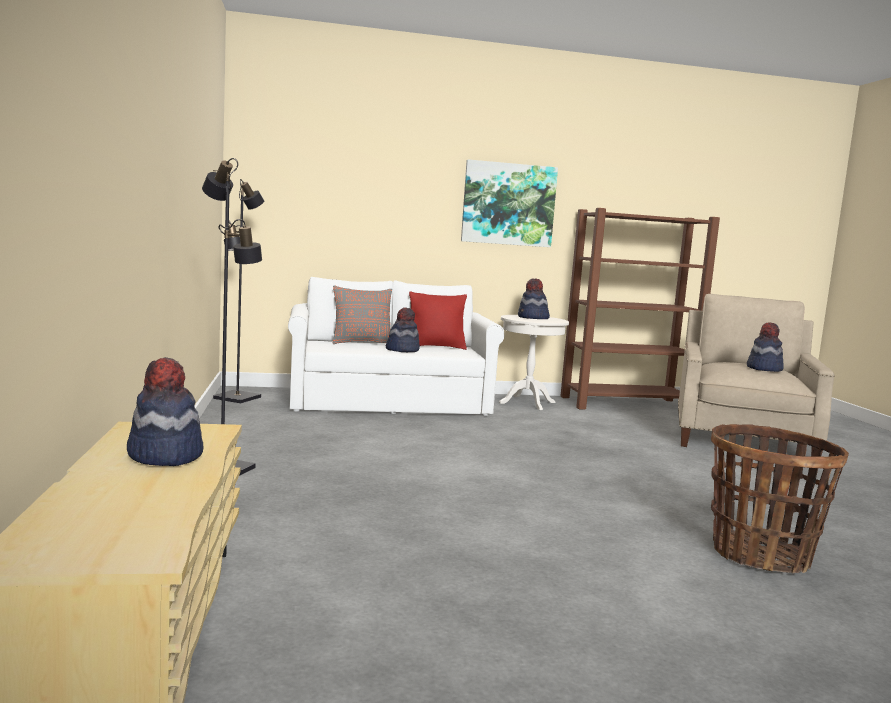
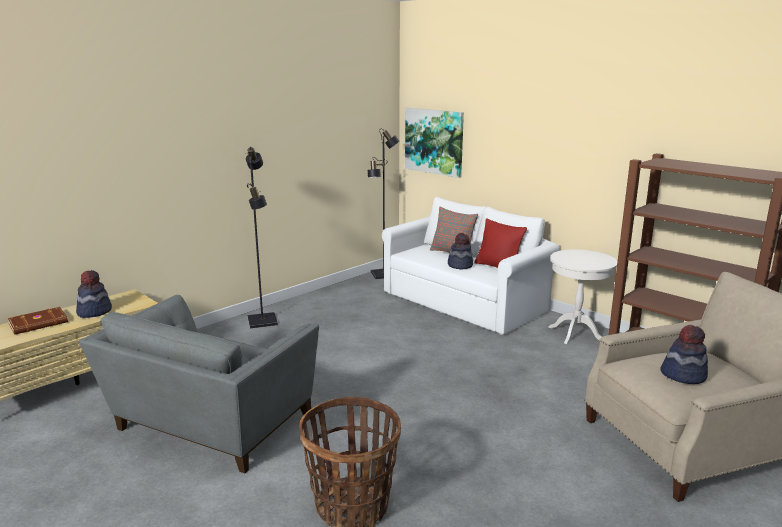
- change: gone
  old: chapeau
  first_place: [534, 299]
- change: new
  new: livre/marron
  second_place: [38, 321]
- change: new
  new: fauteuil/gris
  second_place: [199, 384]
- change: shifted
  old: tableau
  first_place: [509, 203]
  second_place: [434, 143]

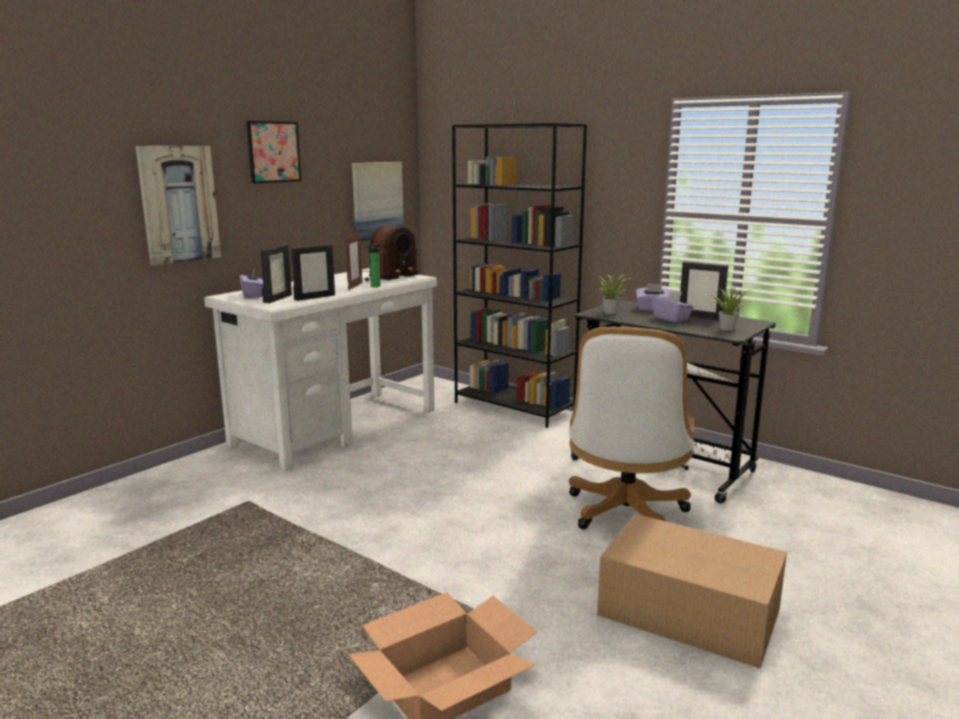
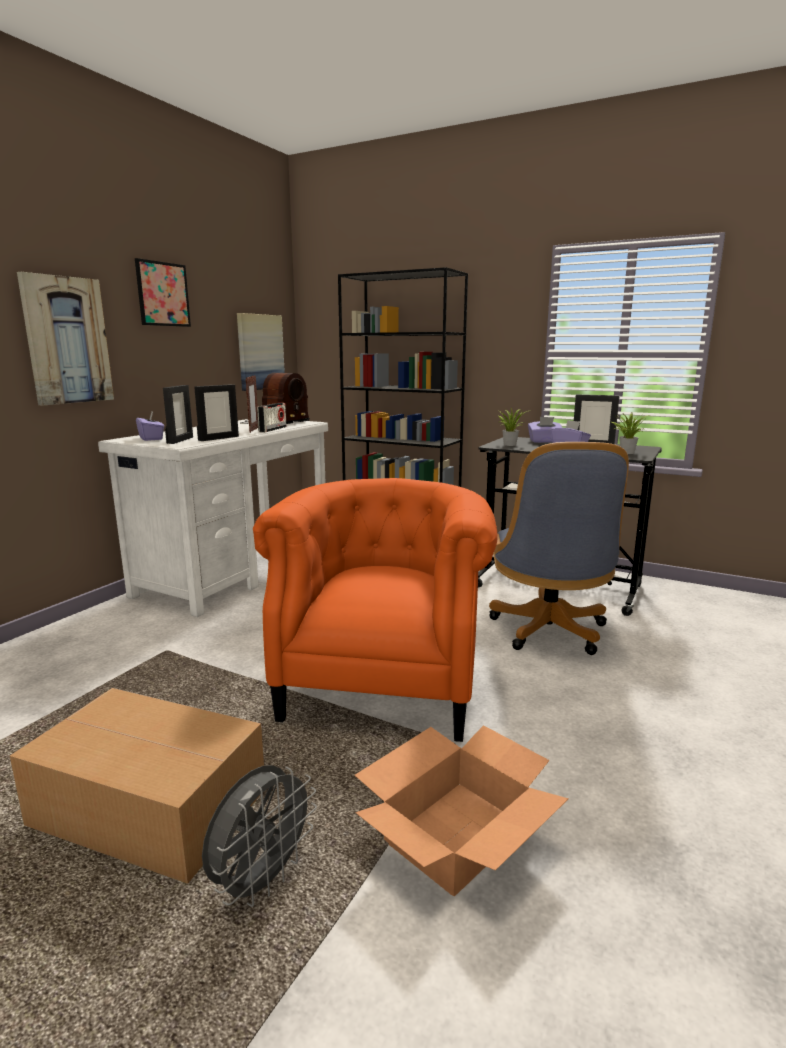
- change: new
  new: ventilateur/gris
  second_place: [259, 836]
- change: new
  new: fauteuil/orange
  second_place: [375, 610]
- change: shifted
  old: carton
  first_place: [692, 591]
  second_place: [137, 786]
- change: swapped
  old: bouteille
  new: radio
  first_place: [373, 266]
  second_place: [272, 417]
- change: repainted
  old: chaise de bureau/blanc
  new: chaise de bureau/bleu
  first_place: [631, 428]
  second_place: [559, 548]

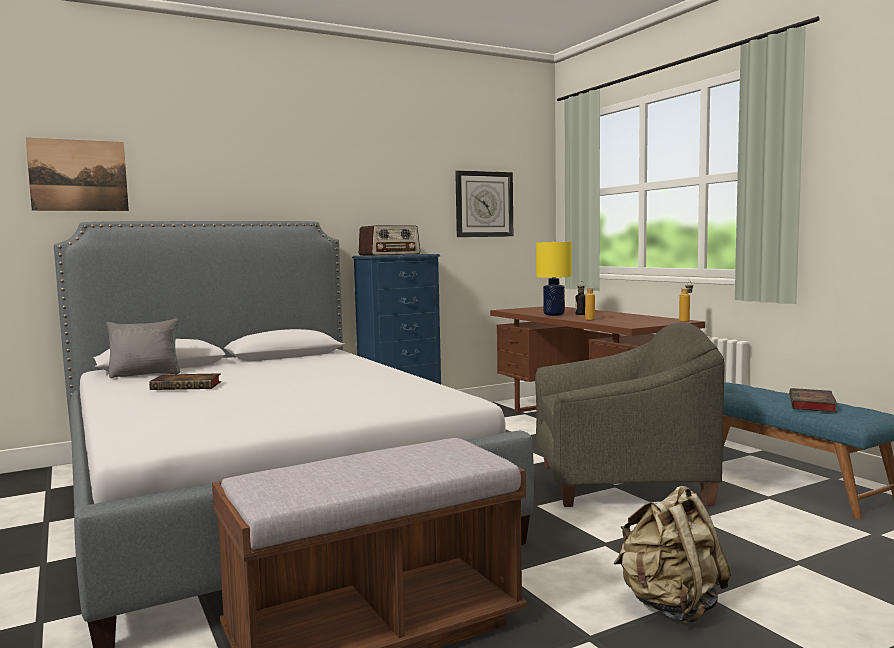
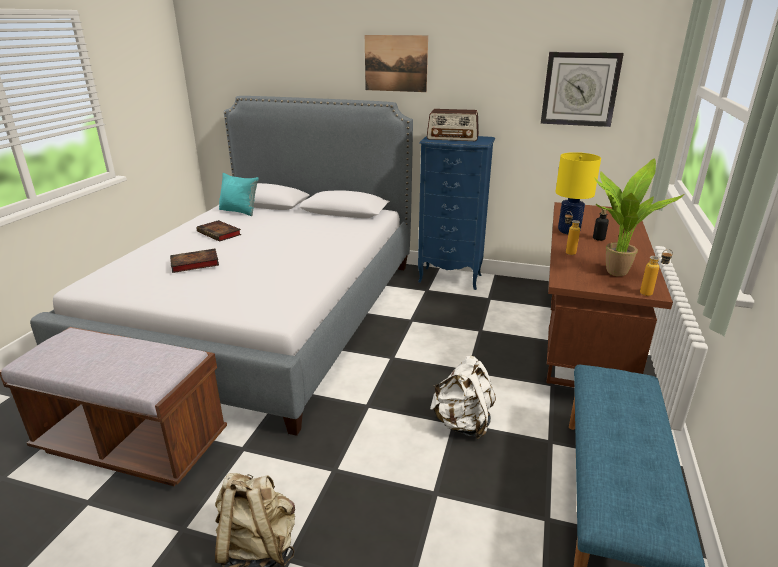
- change: new
  new: plante en pot
  second_place: [639, 217]
- change: shifted
  old: tableau
  first_place: [77, 174]
  second_place: [396, 63]
- change: shifted
  old: livre
  first_place: [813, 400]
  second_place: [194, 261]
- change: swapped
  old: fauteuil/gris
  new: sac à dos/blanc
  first_place: [630, 414]
  second_place: [463, 397]
- change: repainted
  old: coussin/gris
  new: coussin/turquoise
  first_place: [143, 348]
  second_place: [239, 194]

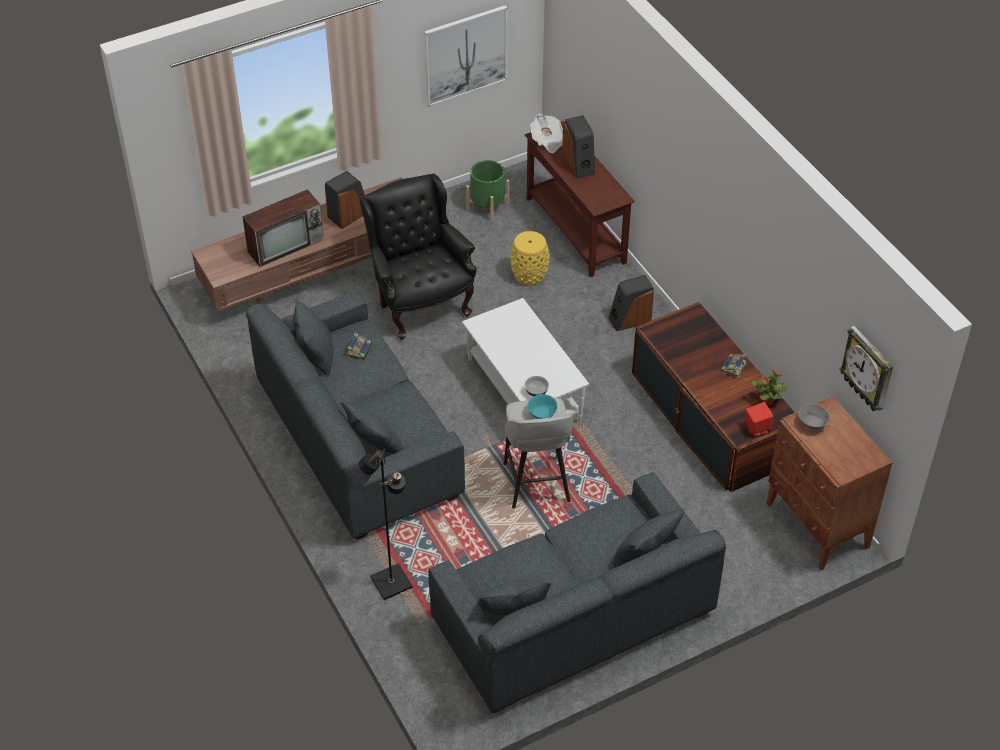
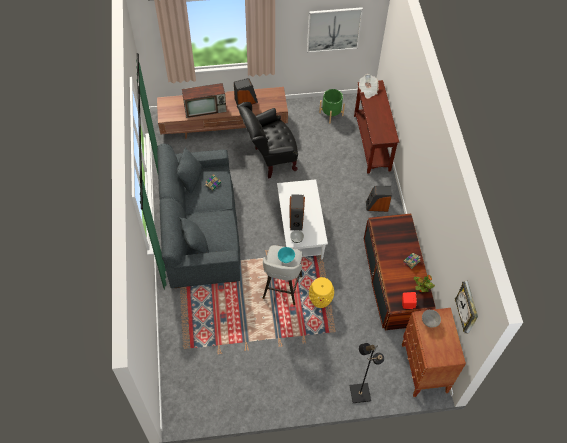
- change: gone
  old: canapé/gris
  first_place: [577, 592]
- change: shifted
  old: lampadaire/noir
  first_place: [385, 524]
  second_place: [367, 373]
- change: shifted
  old: tabouret/jaune
  first_place: [530, 258]
  second_place: [321, 292]
- change: shifted
  old: enceinte
  first_place: [578, 147]
  second_place: [297, 212]
- change: rotated
  old: fauteuil/noir
  first_place: [418, 256]
  second_place: [267, 140]
  degrees: -105

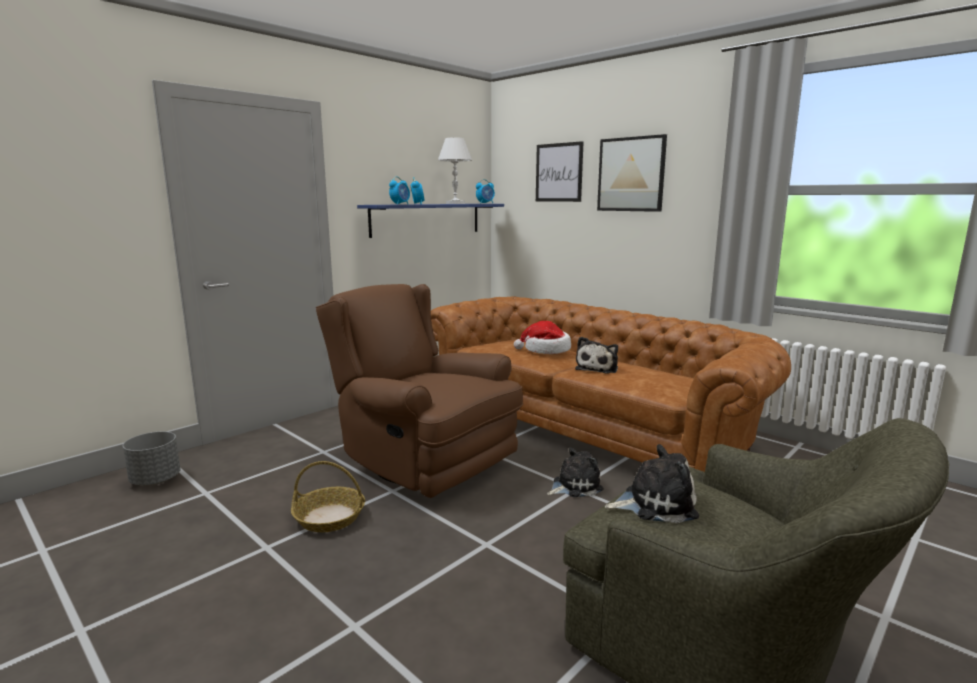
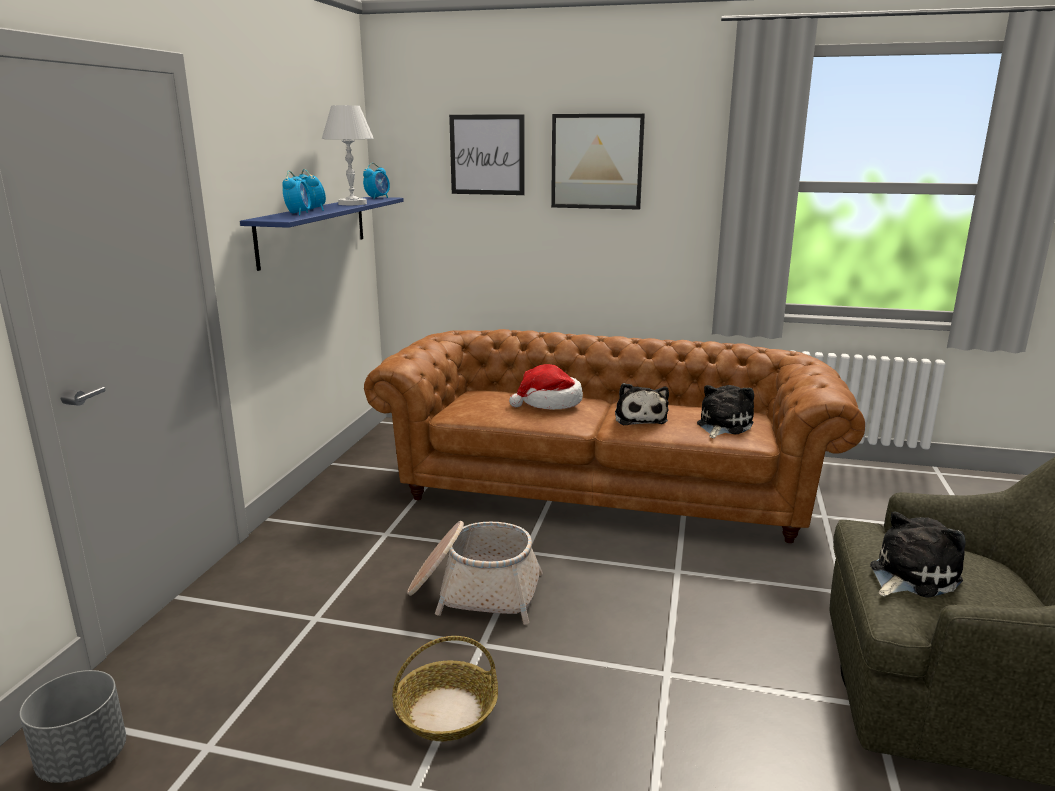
- change: shifted
  old: peluche
  first_place: [575, 472]
  second_place: [725, 411]
- change: swapped
  old: fauteuil/marron
  new: panier
  first_place: [419, 391]
  second_place: [475, 573]

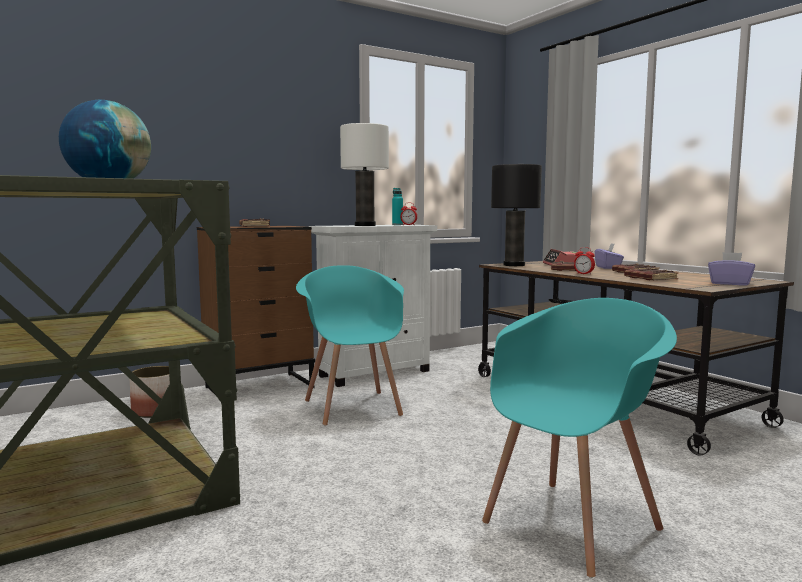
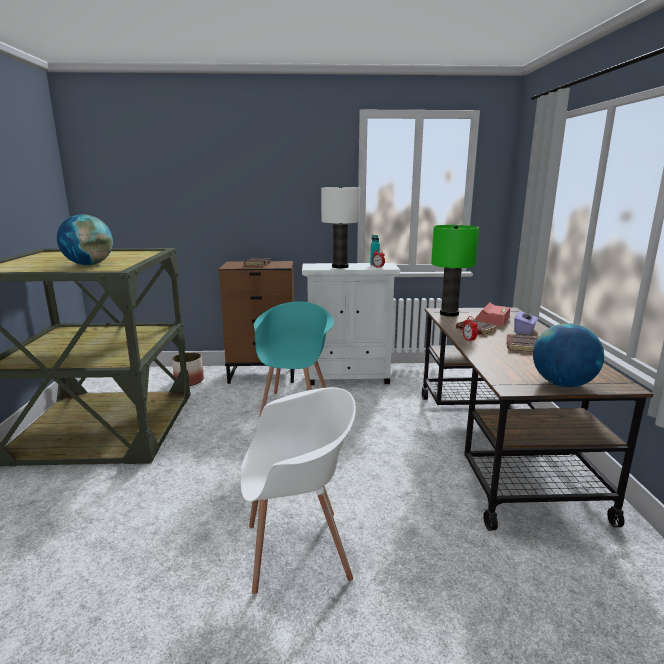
- change: gone
  old: livre/marron
  first_place: [651, 274]
- change: swapped
  old: boîte à mouchoirs/violet
  new: globe
  first_place: [731, 269]
  second_place: [568, 355]
- change: repainted
  old: chaise/turquoise
  new: chaise/blanc
  first_place: [579, 438]
  second_place: [298, 490]
- change: repainted
  old: lampe de table/noir
  new: lampe de table/vert
  first_place: [516, 215]
  second_place: [455, 271]

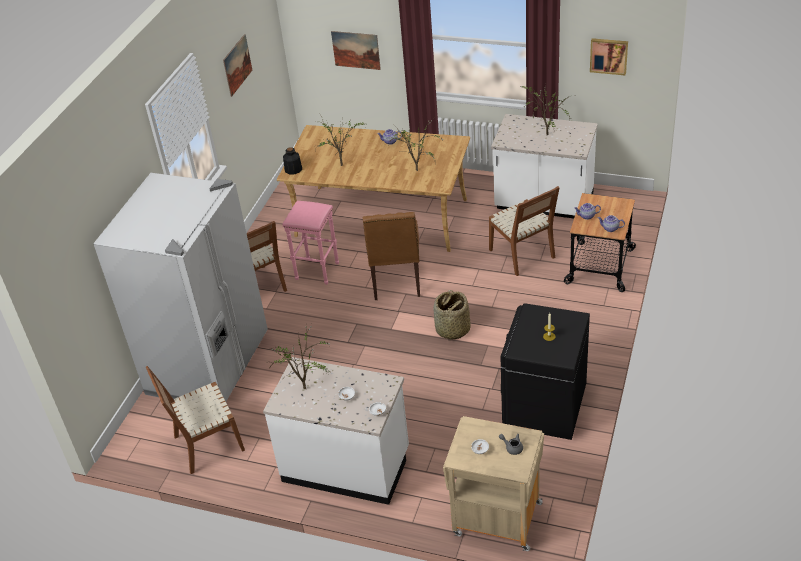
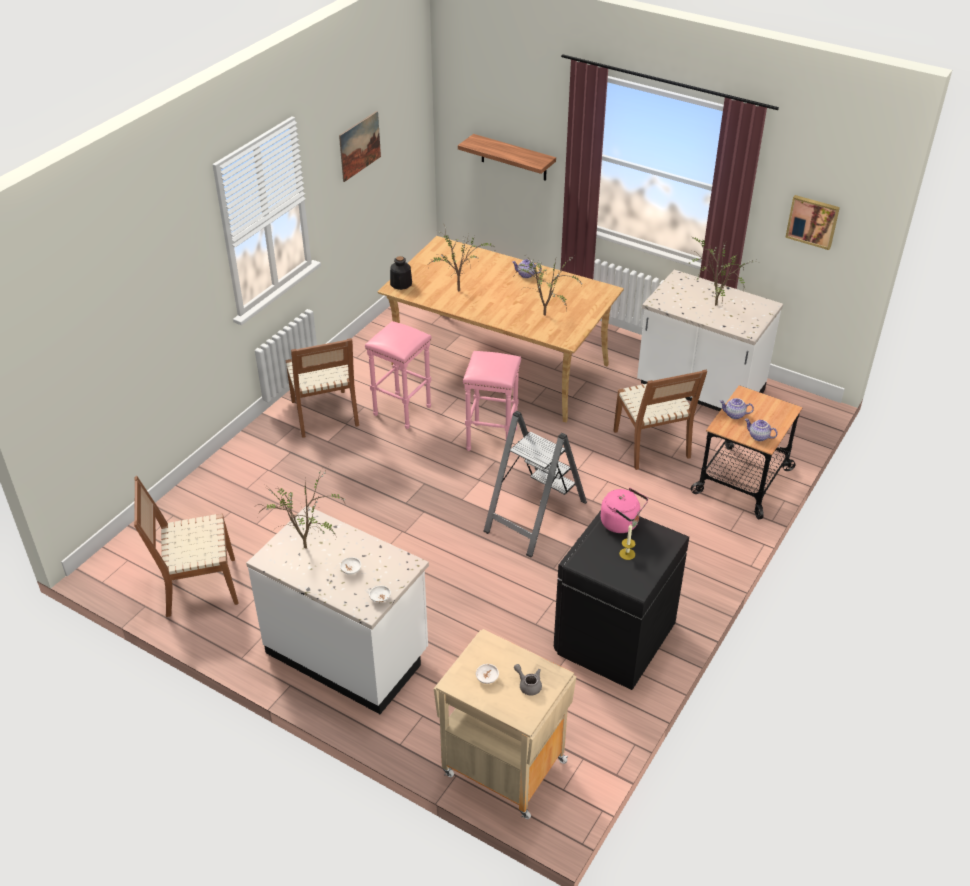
- change: gone
  old: réfrigérateur/blanc
  first_place: [181, 287]
- change: new
  new: bouilloire/rose
  second_place: [624, 510]
- change: swapped
  old: tableau
  new: étagère
  first_place: [356, 50]
  second_place: [507, 157]
- change: swapped
  old: chaise/marron
  new: tabouret/rose
  first_place: [391, 256]
  second_place: [492, 403]
- change: swapped
  old: panier
  new: escabeau/gris
  first_place: [452, 315]
  second_place: [535, 484]

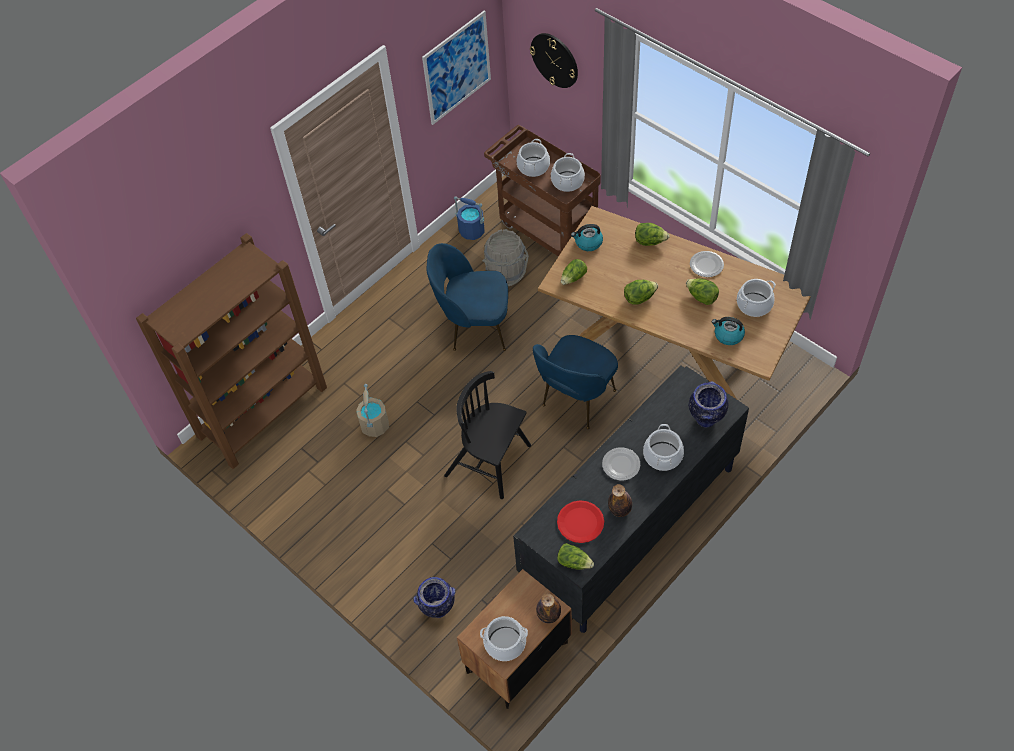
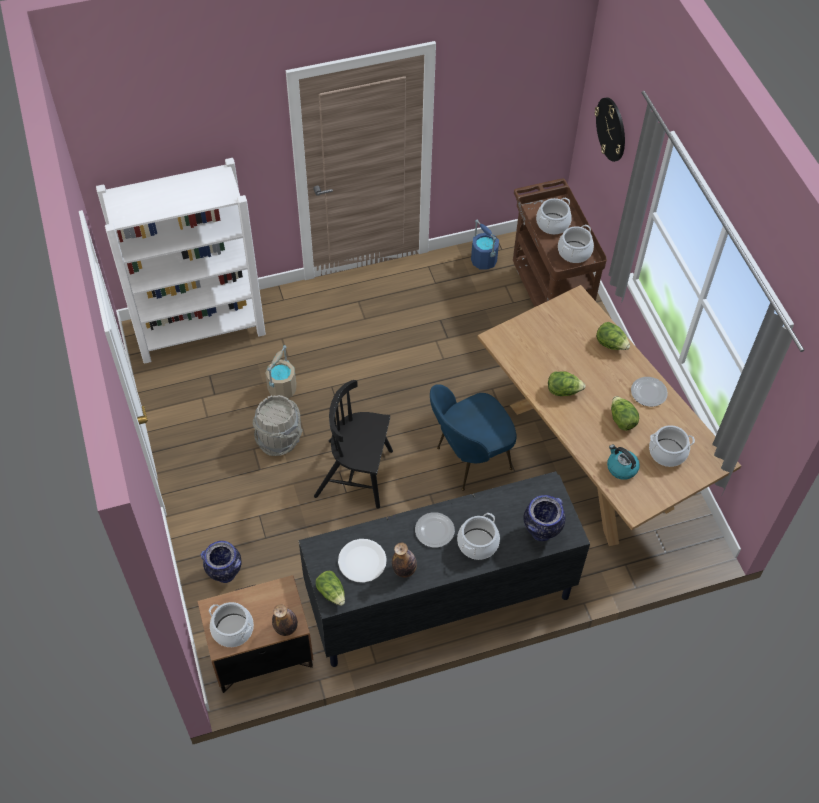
- change: gone
  old: tableau
  first_place: [456, 68]
- change: gone
  old: chaise/bleu
  first_place: [467, 297]
- change: gone
  old: laitue
  first_place: [574, 272]
- change: gone
  old: bouilloire
  first_place: [587, 237]
- change: shifted
  old: seau/gris
  first_place: [505, 257]
  second_place: [278, 425]
- change: repainted
  old: bibliothèque/marron
  new: bibliothèque/blanc
  first_place: [231, 351]
  second_place: [181, 261]
- change: repainted
  old: assiette/rouge
  new: assiette/blanc
  first_place: [580, 521]
  second_place: [362, 561]
- change: rotated
  old: chaise/noir
  first_place: [487, 435]
  second_place: [353, 444]
  degrees: -45

